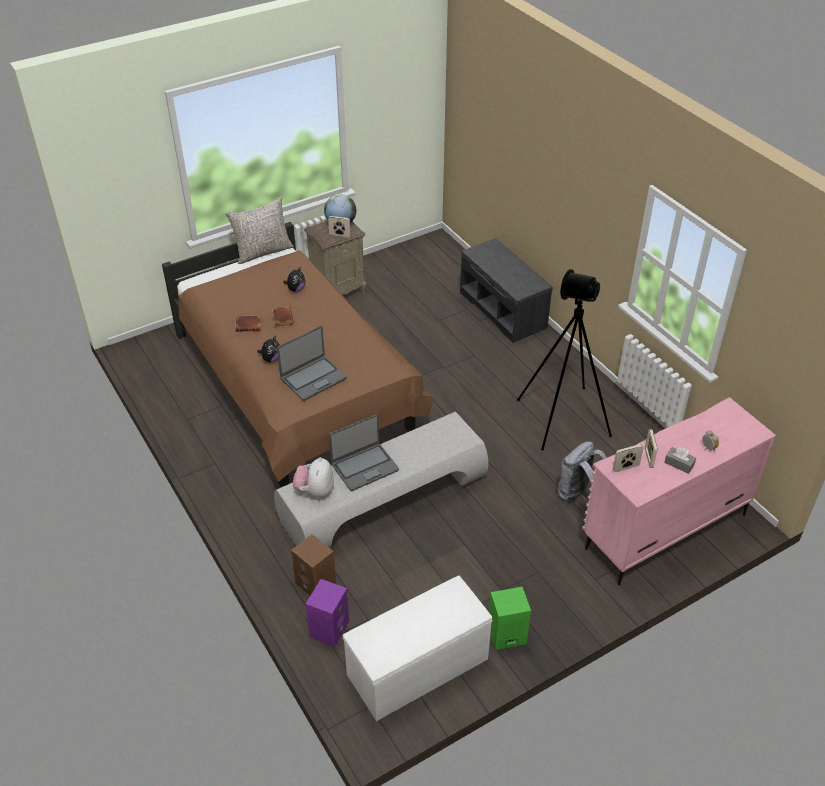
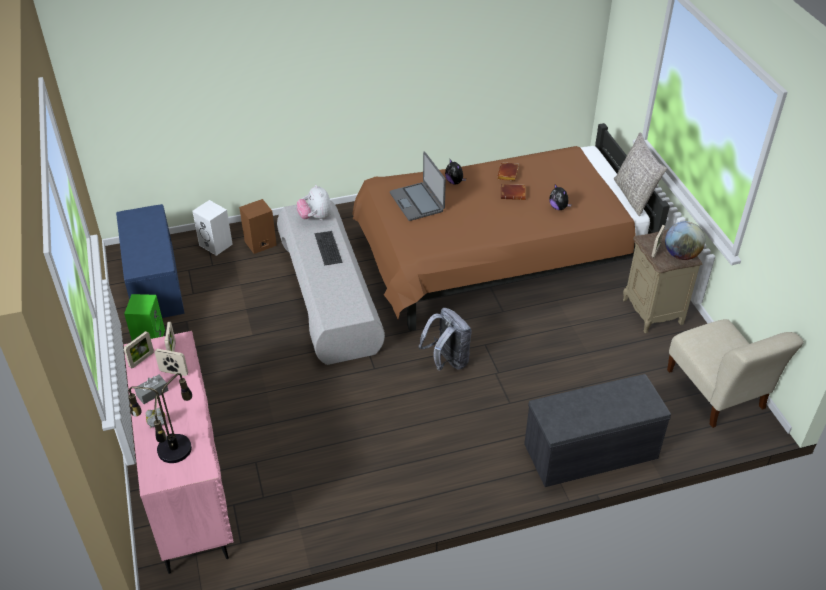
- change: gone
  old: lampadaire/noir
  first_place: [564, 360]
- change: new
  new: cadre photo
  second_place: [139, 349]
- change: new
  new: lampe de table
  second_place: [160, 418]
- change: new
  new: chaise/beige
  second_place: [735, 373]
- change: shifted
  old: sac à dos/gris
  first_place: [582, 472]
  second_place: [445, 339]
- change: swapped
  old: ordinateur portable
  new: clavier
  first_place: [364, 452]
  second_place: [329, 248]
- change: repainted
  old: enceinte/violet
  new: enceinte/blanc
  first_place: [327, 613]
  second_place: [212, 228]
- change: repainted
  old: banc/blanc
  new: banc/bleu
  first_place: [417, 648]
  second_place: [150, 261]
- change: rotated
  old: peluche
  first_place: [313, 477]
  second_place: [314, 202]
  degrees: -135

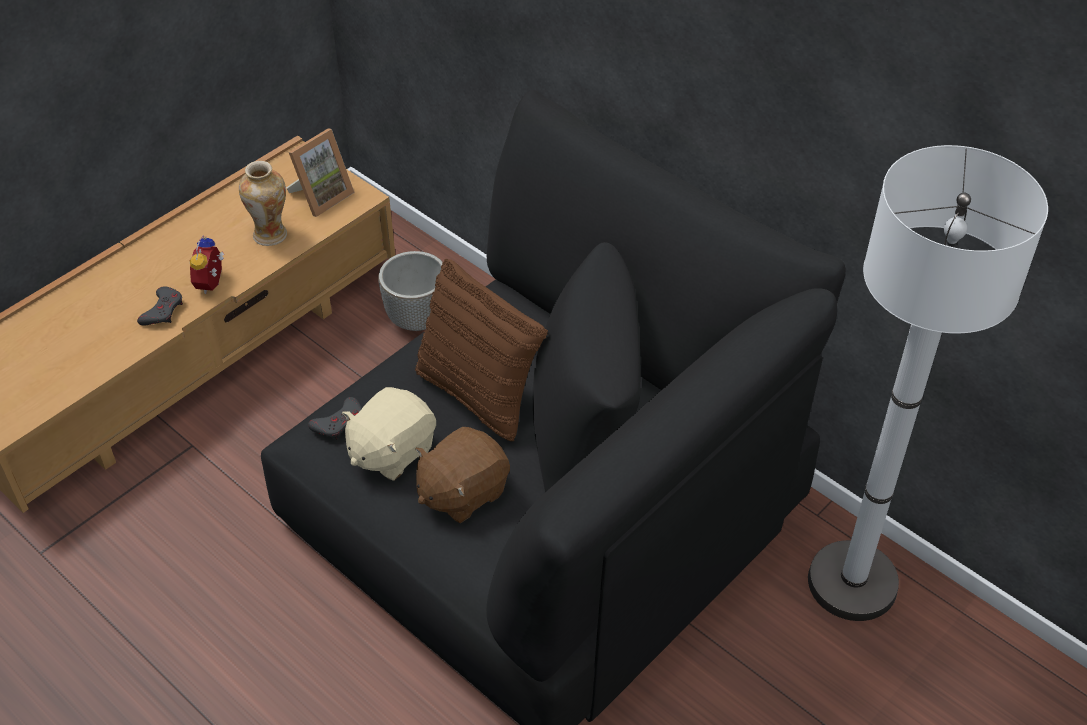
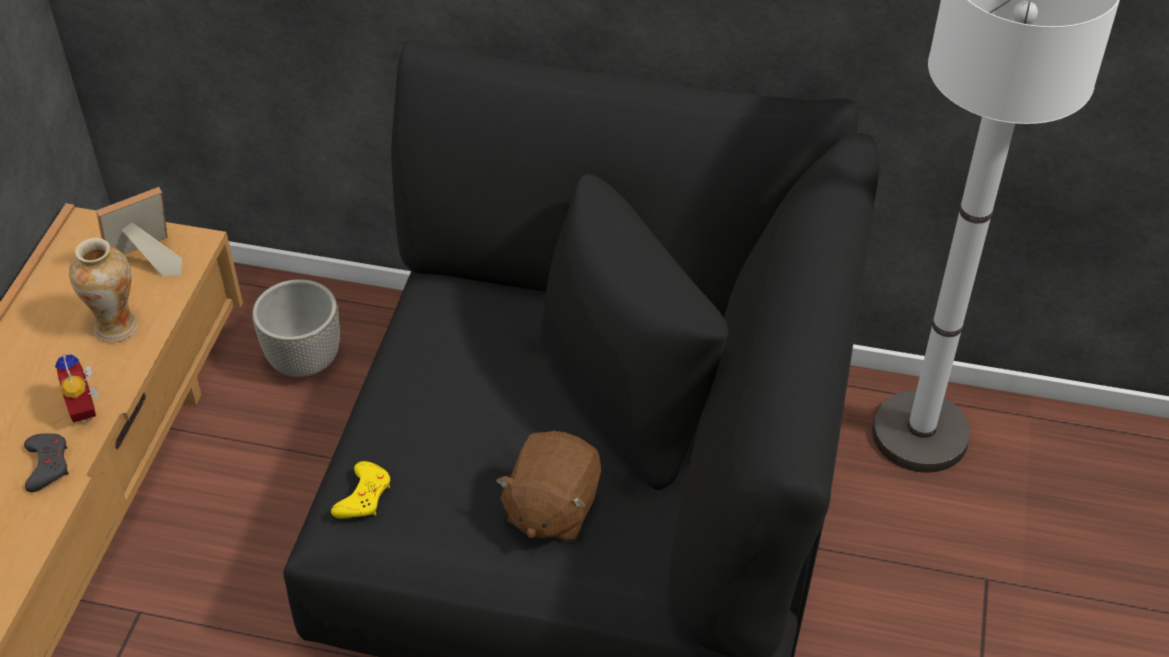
- change: gone
  old: peluche/beige
  first_place: [389, 434]
- change: gone
  old: coussin/marron
  first_place: [481, 350]
- change: repainted
  old: manette/gris
  new: manette/jaune
  first_place: [335, 418]
  second_place: [360, 490]
- change: rotated
  old: cadre photo
  first_place: [320, 172]
  second_place: [139, 231]
  degrees: -135

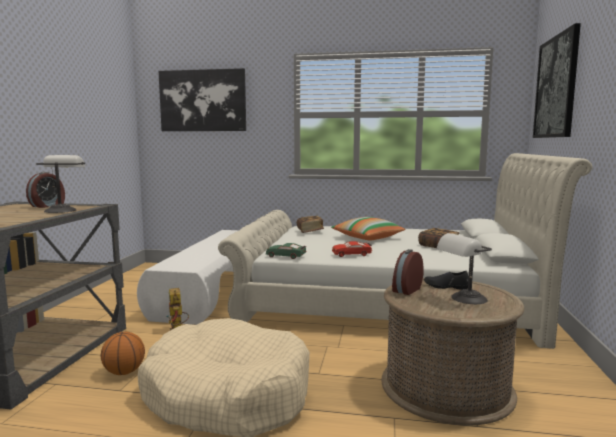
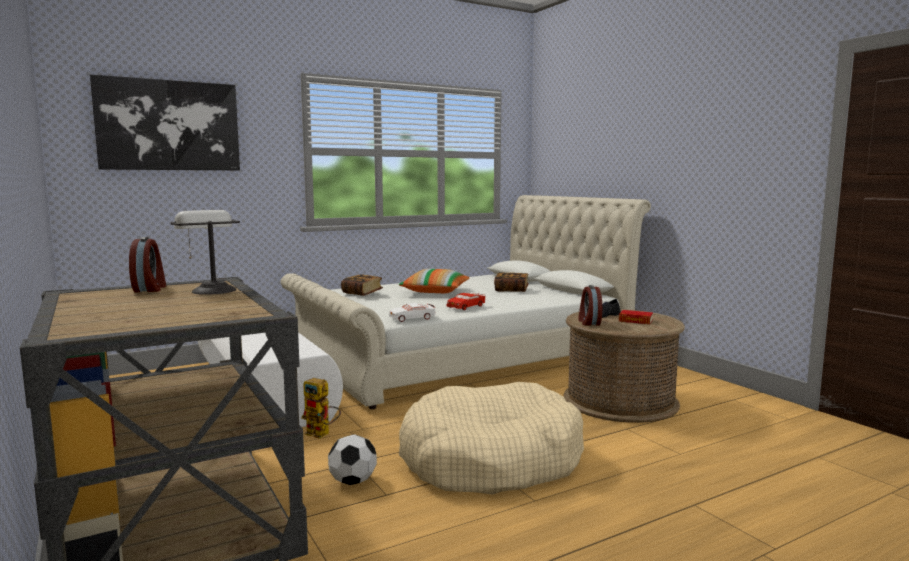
- change: gone
  old: tableau
  first_place: [557, 80]
- change: swapped
  old: ballon de basket
  new: ballon de foot
  first_place: [123, 353]
  second_place: [352, 459]
- change: swapped
  old: lampe de table
  new: livre
  first_place: [464, 268]
  second_place: [636, 317]
- change: repainted
  old: petite voiture/vert
  new: petite voiture/blanc
  first_place: [286, 251]
  second_place: [412, 312]

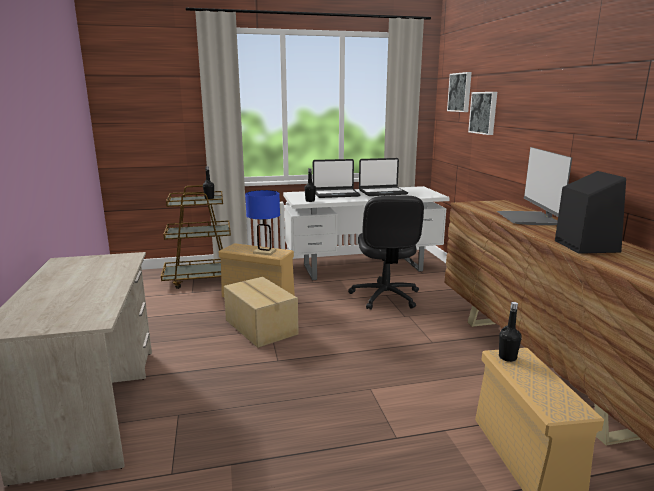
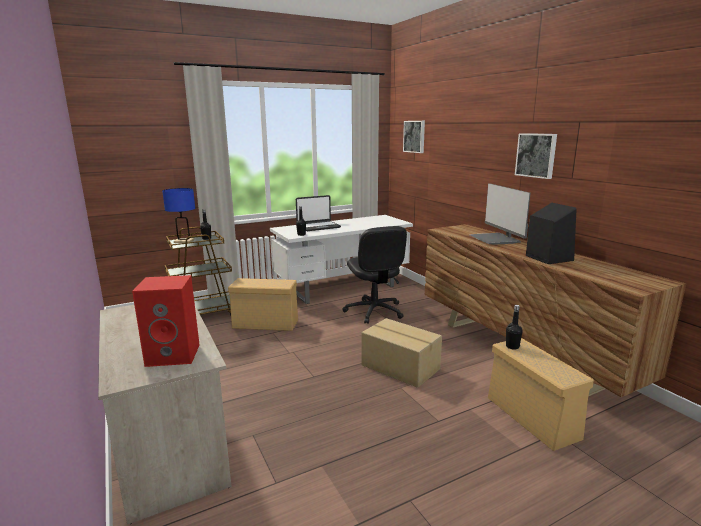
- change: gone
  old: ordinateur portable
  first_place: [383, 177]
- change: new
  new: enceinte/rouge
  second_place: [165, 321]
- change: shifted
  old: carton
  first_place: [261, 312]
  second_place: [402, 353]
- change: shifted
  old: lampe de table/bleu
  first_place: [262, 222]
  second_place: [178, 215]
- change: shifted
  old: tableau
  first_place: [482, 113]
  second_place: [536, 156]

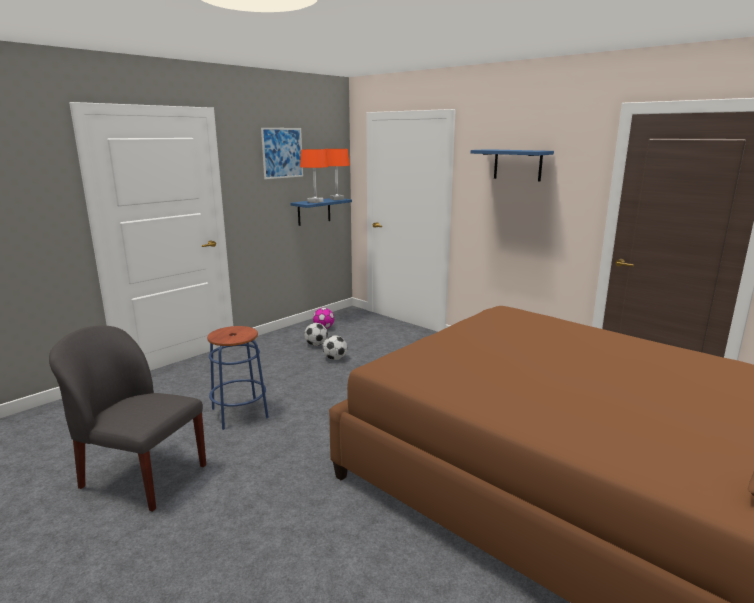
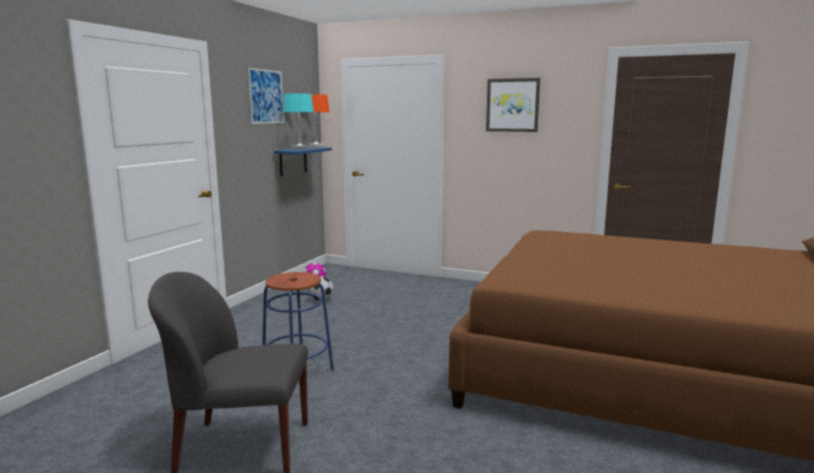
- change: gone
  old: ballon de foot
  first_place: [335, 347]
- change: swapped
  old: étagère/bleu
  new: tableau
  first_place: [512, 165]
  second_place: [513, 105]
- change: repainted
  old: lampe de table/orange
  new: lampe de table/turquoise
  first_place: [314, 176]
  second_place: [298, 121]

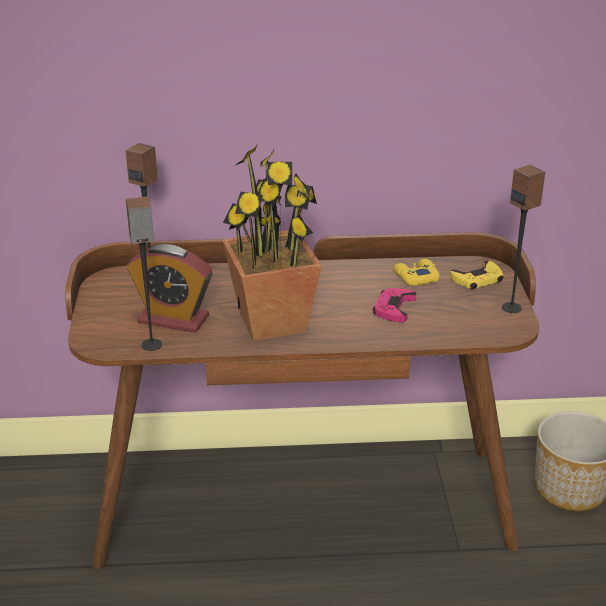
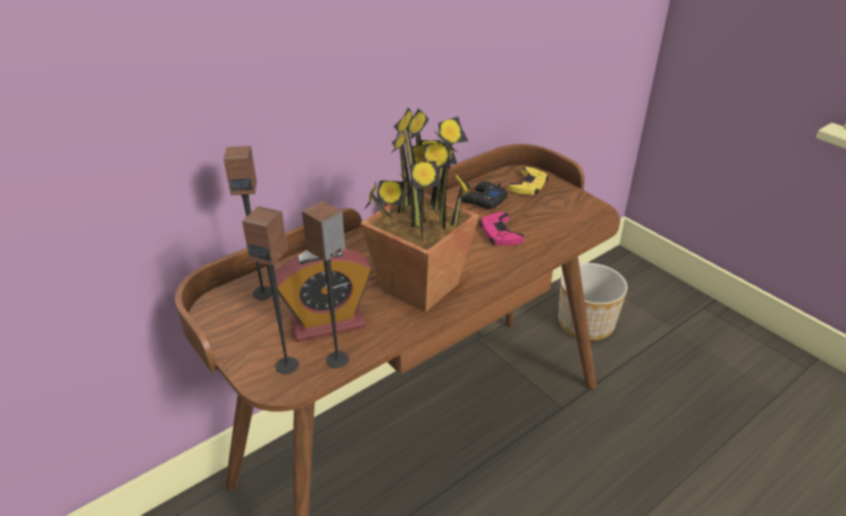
- change: shifted
  old: enceinte
  first_place: [524, 239]
  second_place: [270, 290]
- change: repainted
  old: manette/jaune
  new: manette/noir
  first_place: [416, 272]
  second_place: [485, 195]

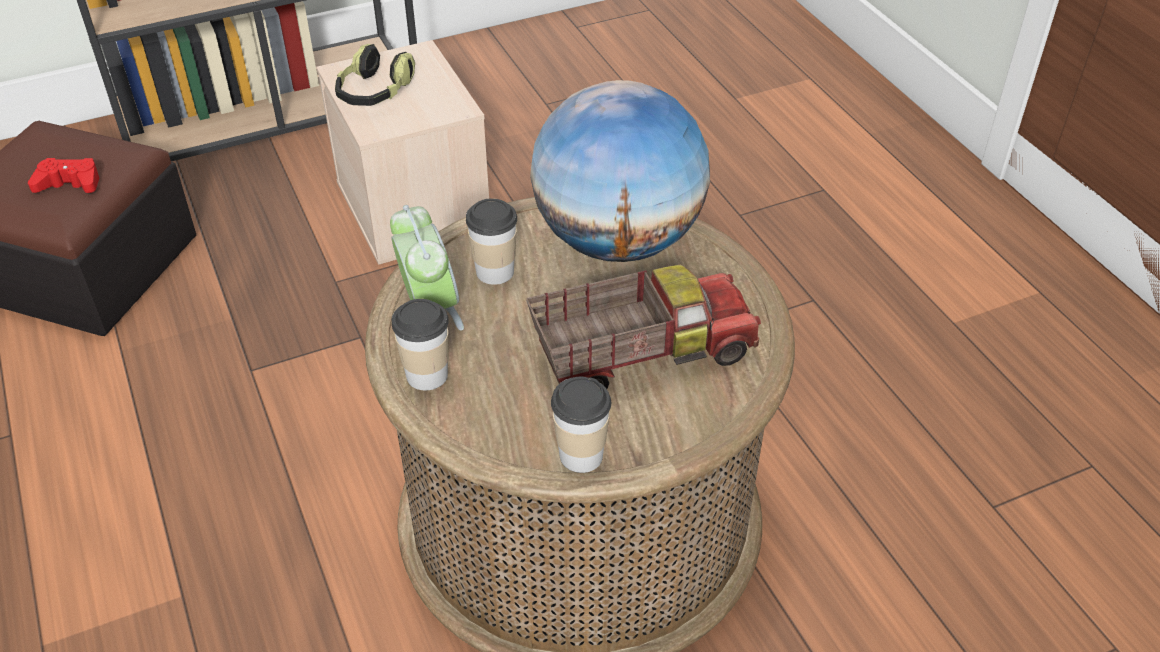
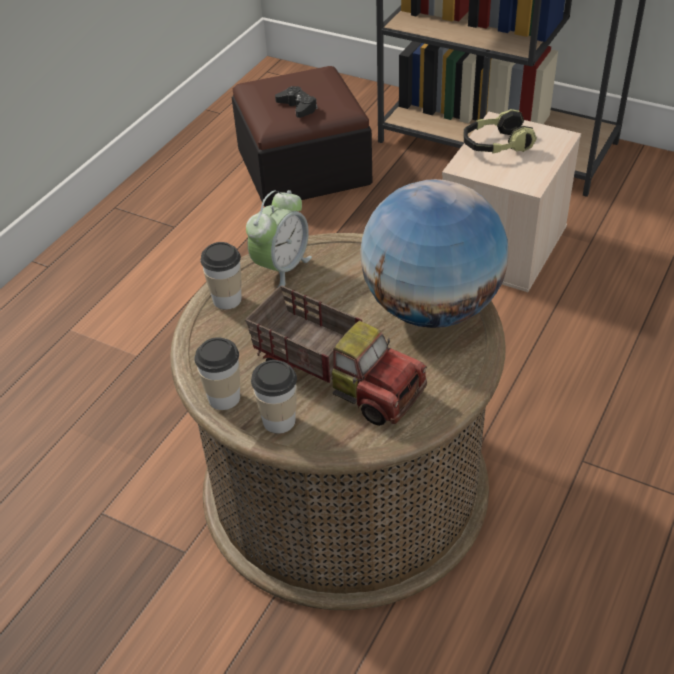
- change: shifted
  old: tasse
  first_place: [491, 241]
  second_place: [274, 397]
- change: repainted
  old: manette/rouge
  new: manette/noir
  first_place: [63, 175]
  second_place: [296, 102]

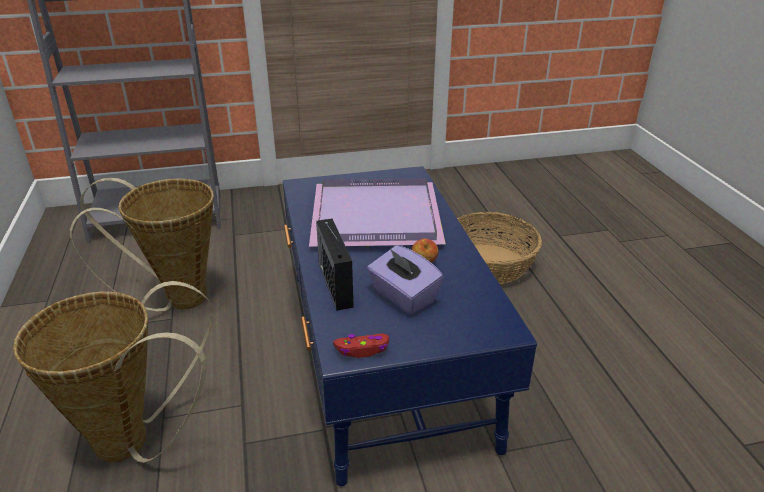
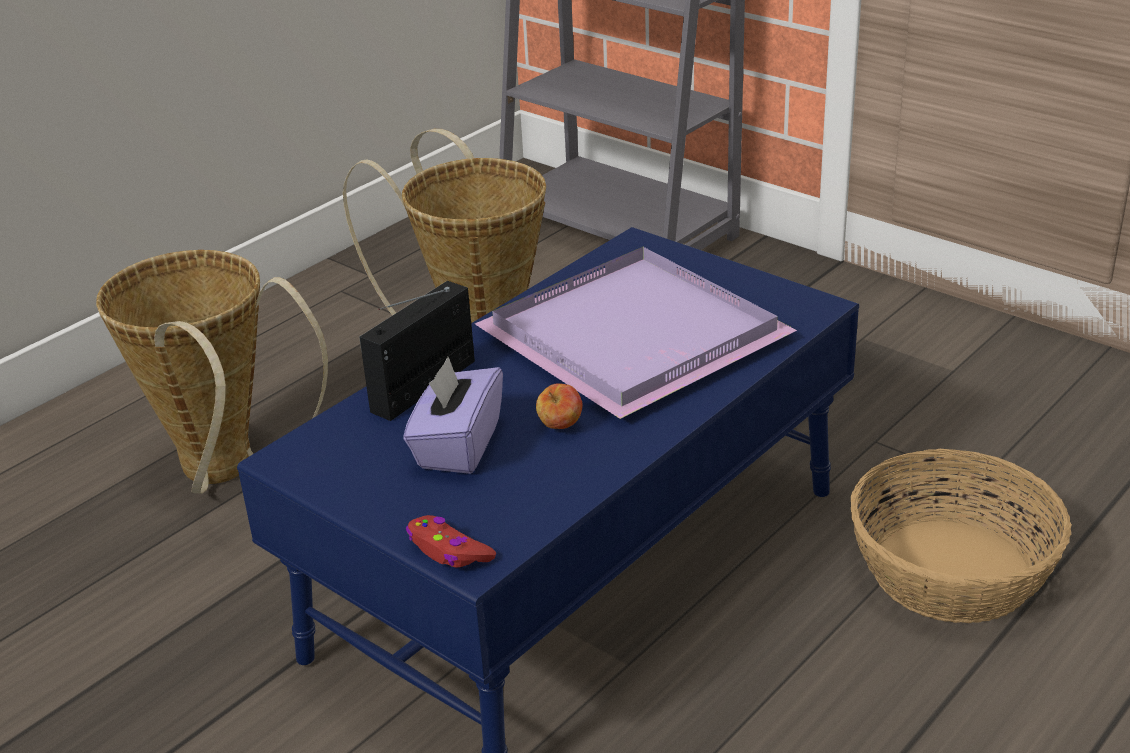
- change: shifted
  old: manette/rouge
  first_place: [361, 345]
  second_place: [451, 541]

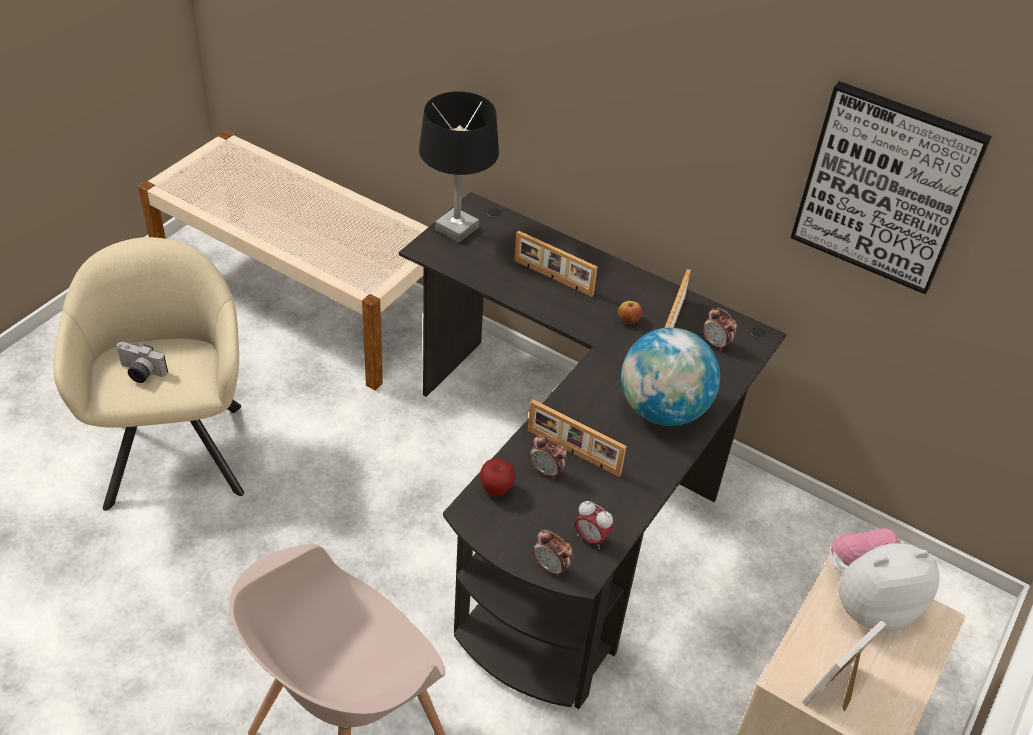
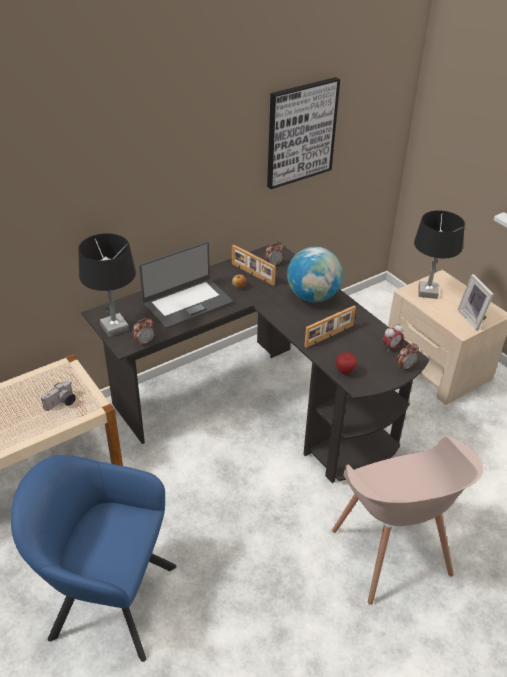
- change: shifted
  old: appareil photo
  first_place: [142, 362]
  second_place: [58, 395]
- change: shifted
  old: réveil
  first_place: [548, 457]
  second_place: [144, 332]
- change: swapped
  old: cadre photo
  new: ordinateur portable
  first_place: [556, 263]
  second_place: [186, 285]
- change: swapped
  old: peluche
  new: lampe de table/noir
  first_place: [885, 579]
  second_place: [439, 254]
- change: repainted
  old: fauteuil/beige
  new: fauteuil/bleu
  first_place: [149, 374]
  second_place: [94, 558]

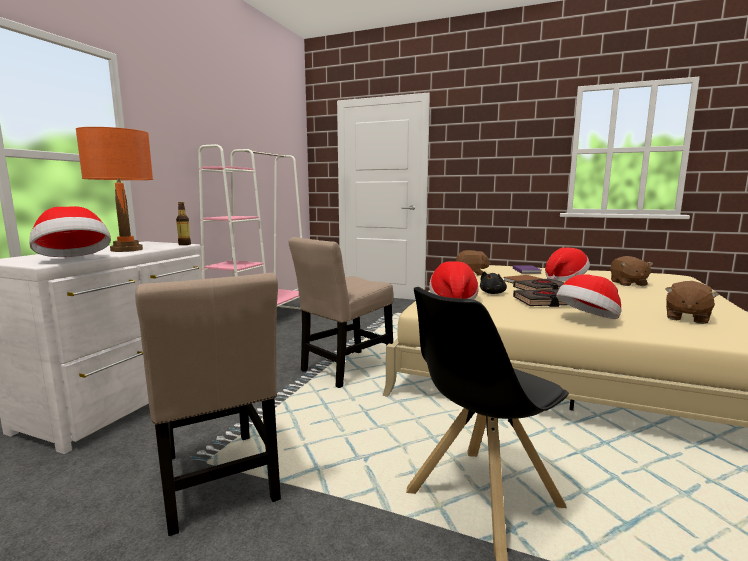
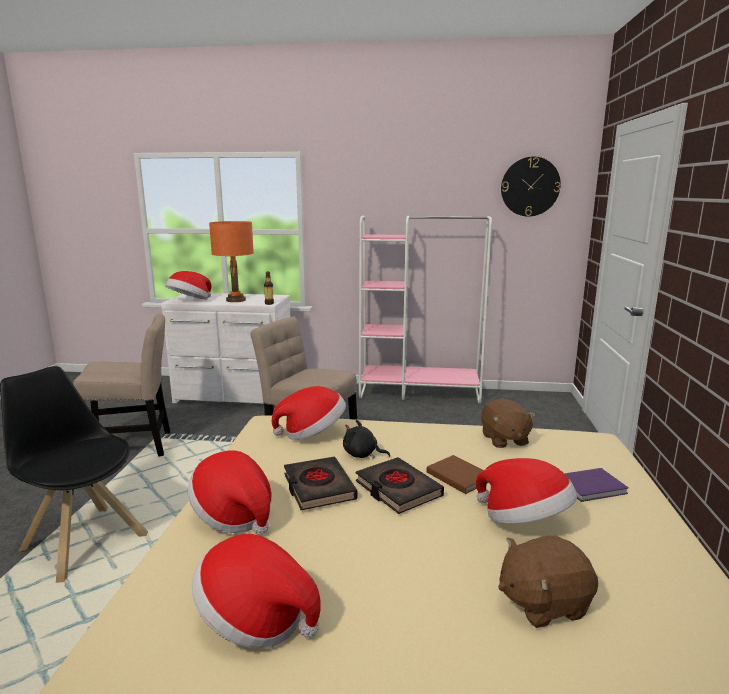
- change: new
  new: horloge murale
  second_place: [531, 187]
- change: swapped
  old: peluche/marron
  new: chapeau
  first_place: [692, 302]
  second_place: [256, 591]
- change: rotated
  old: chaise/beige
  first_place: [208, 404]
  second_place: [121, 385]
  degrees: -150

